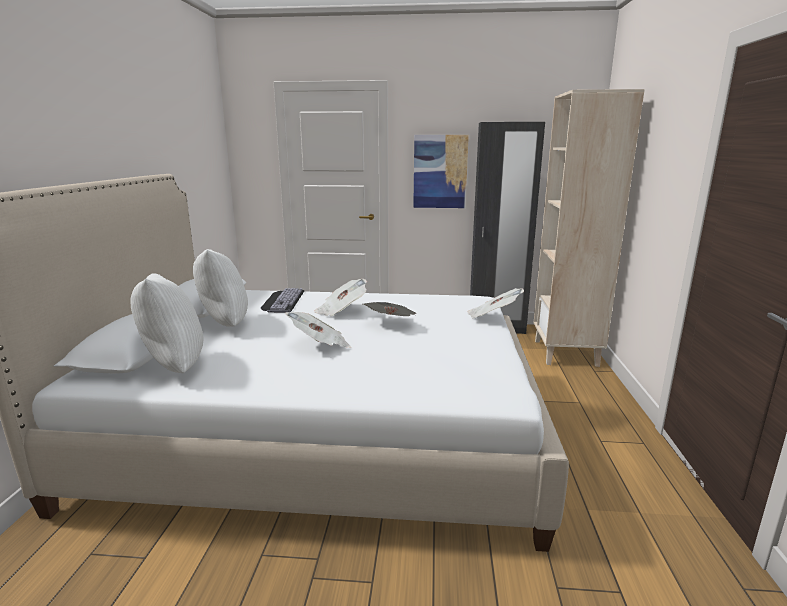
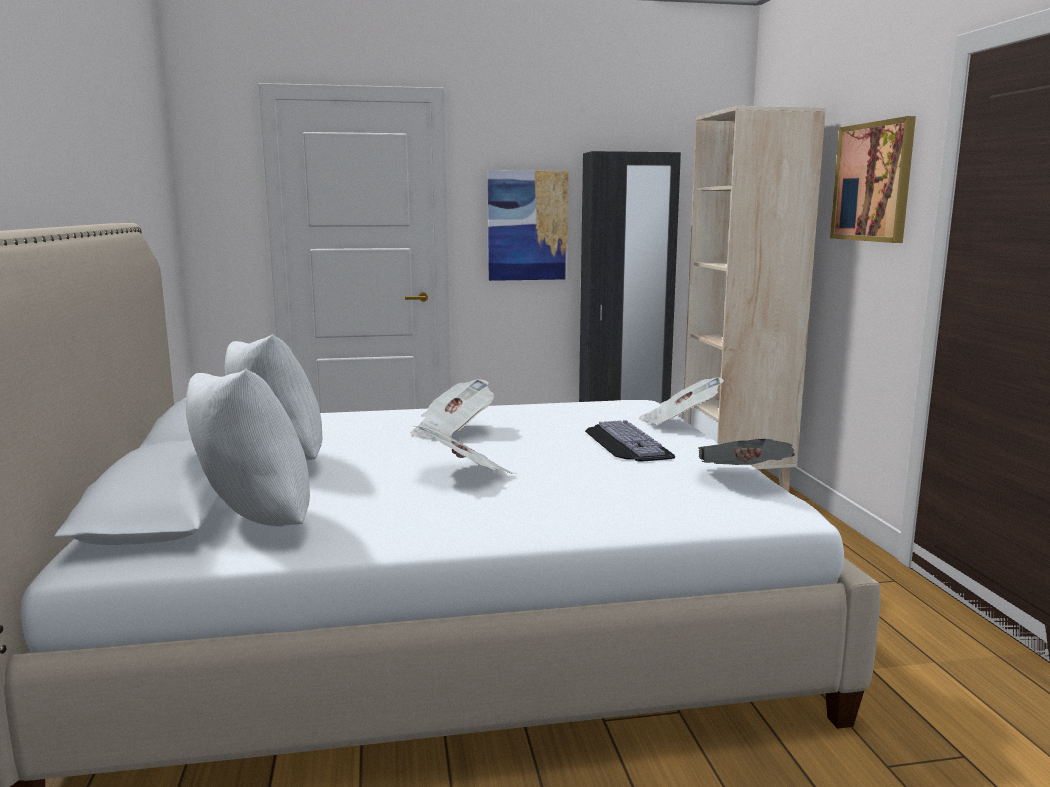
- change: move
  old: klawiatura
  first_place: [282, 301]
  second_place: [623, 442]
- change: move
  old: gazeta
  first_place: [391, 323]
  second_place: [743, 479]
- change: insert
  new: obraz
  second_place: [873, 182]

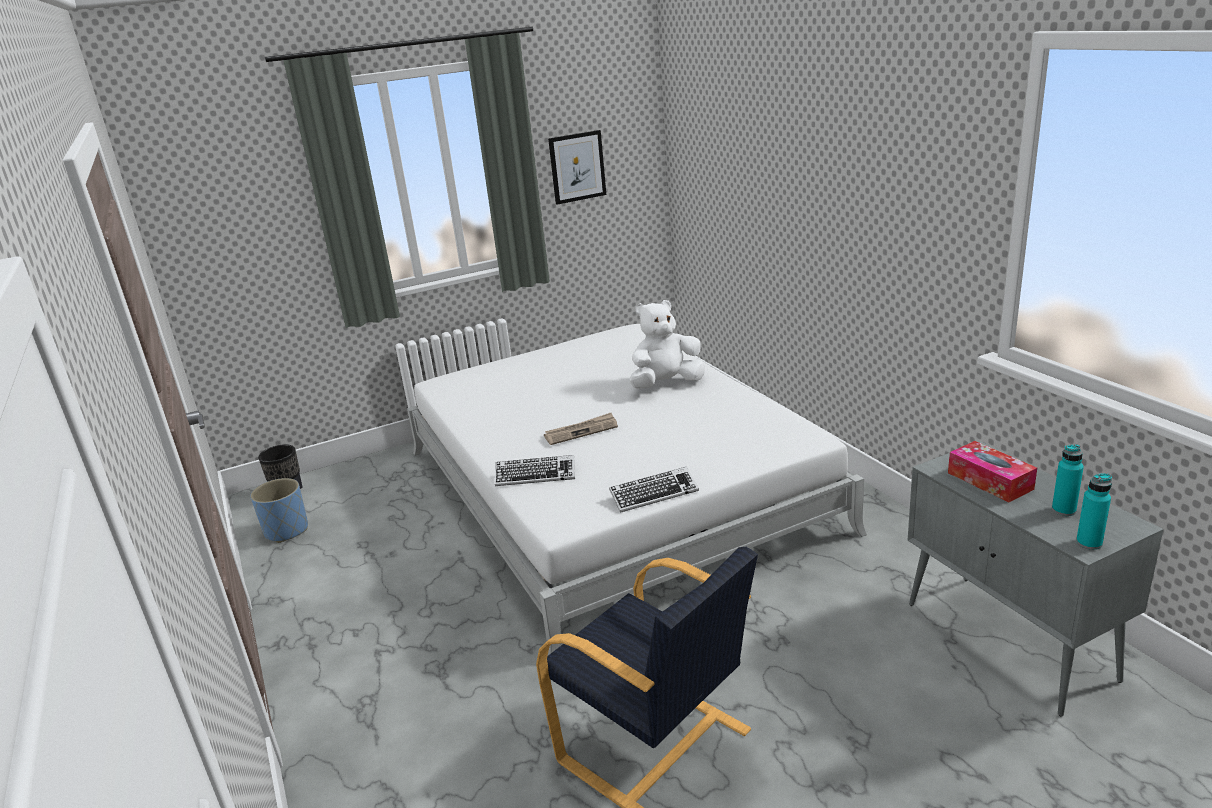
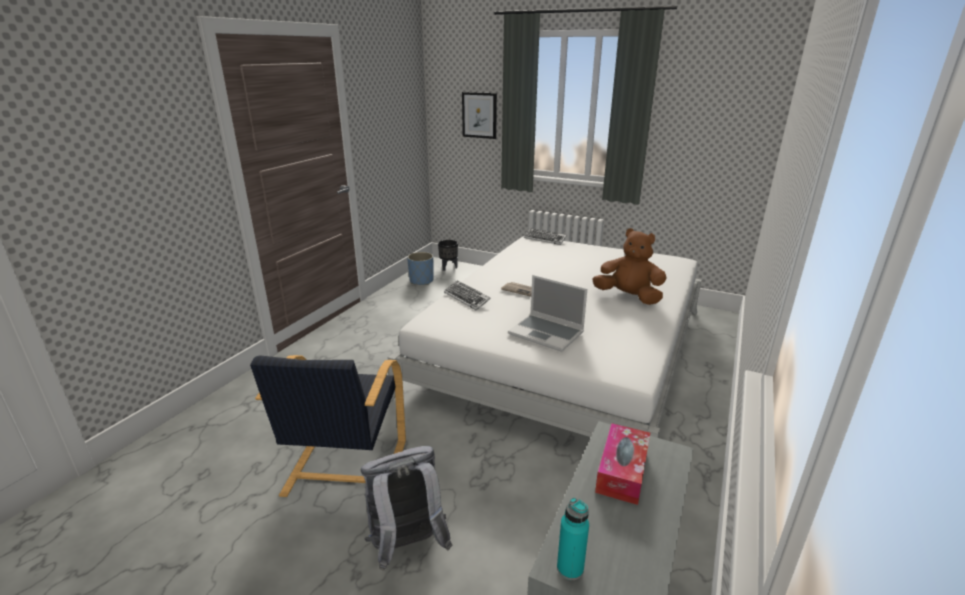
- change: move
  old: obraz
  first_place: [577, 167]
  second_place: [479, 115]
- change: move
  old: klawiatura
  first_place: [654, 494]
  second_place: [544, 239]
- change: recolor
  old: pluszak/biały
  new: pluszak/brązowy
  first_place: [666, 384]
  second_place: [628, 297]
- change: delete
  old: butelka/turkusowy
  first_place: [1063, 510]
- change: insert
  new: plecak/szary
  second_place: [407, 546]
- change: insert
  new: laptop
  second_place: [547, 333]

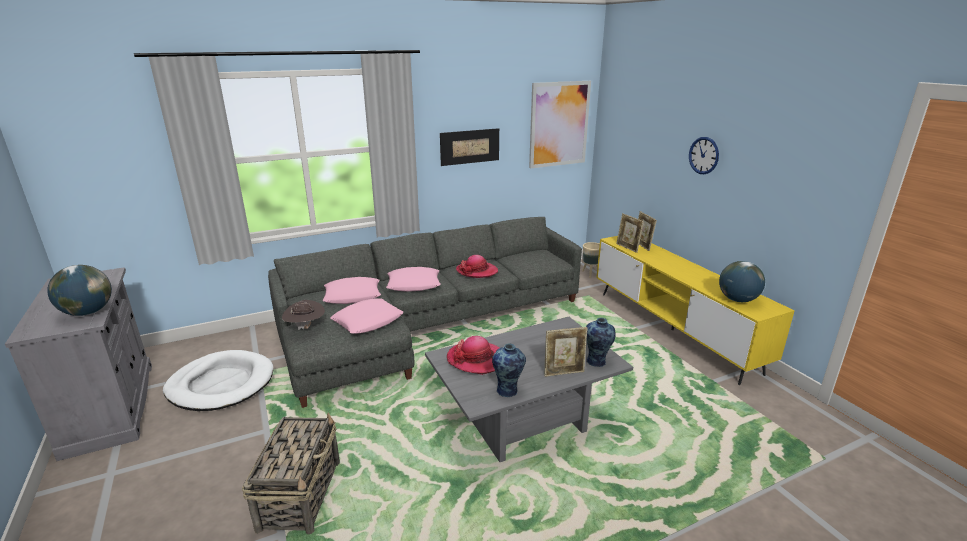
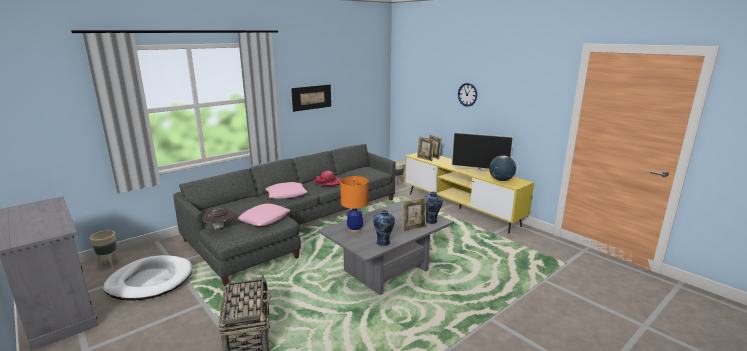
- change: delete
  old: globus
  first_place: [87, 312]
- change: delete
  old: poduszka/różowy
  first_place: [352, 295]
- change: replace
  old: kapelusz
  new: lampa stołowa/pomarańczowy
  first_place: [476, 359]
  second_place: [355, 229]
- change: delete
  old: obraz
  first_place: [559, 124]
- change: insert
  new: donica/beżowy
  second_place: [109, 264]
- change: insert
  new: telewizor
  second_place: [479, 172]

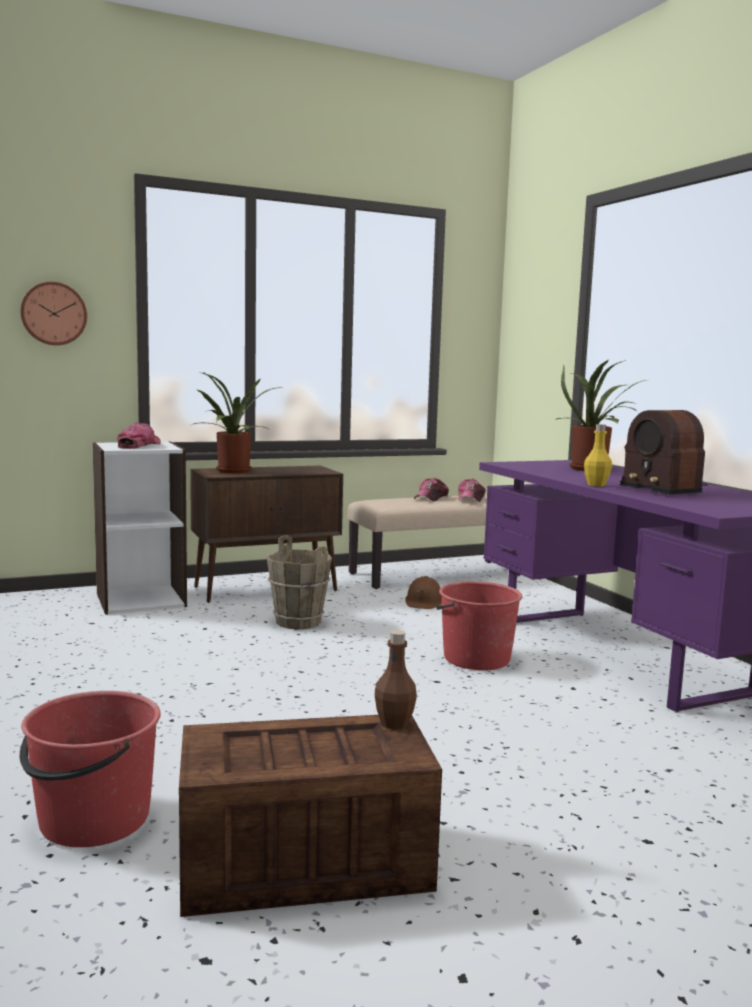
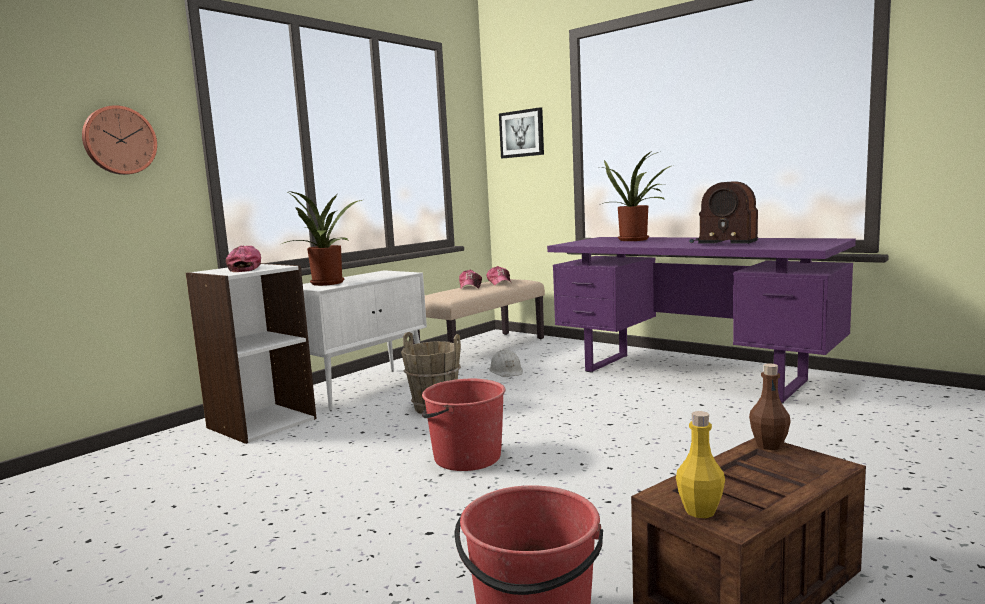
- change: recolor
  old: szafka/brązowy
  new: szafka/biały
  first_place: [267, 589]
  second_place: [365, 388]
- change: recolor
  old: kask/brązowy
  new: kask/biały
  first_place: [424, 602]
  second_place: [506, 371]
- change: move
  old: wiadro/czerwony
  first_place: [475, 658]
  second_place: [466, 457]
- change: move
  old: butelka/żółty
  first_place: [596, 485]
  second_place: [700, 511]
- change: insert
  new: obraz
  second_place: [522, 133]

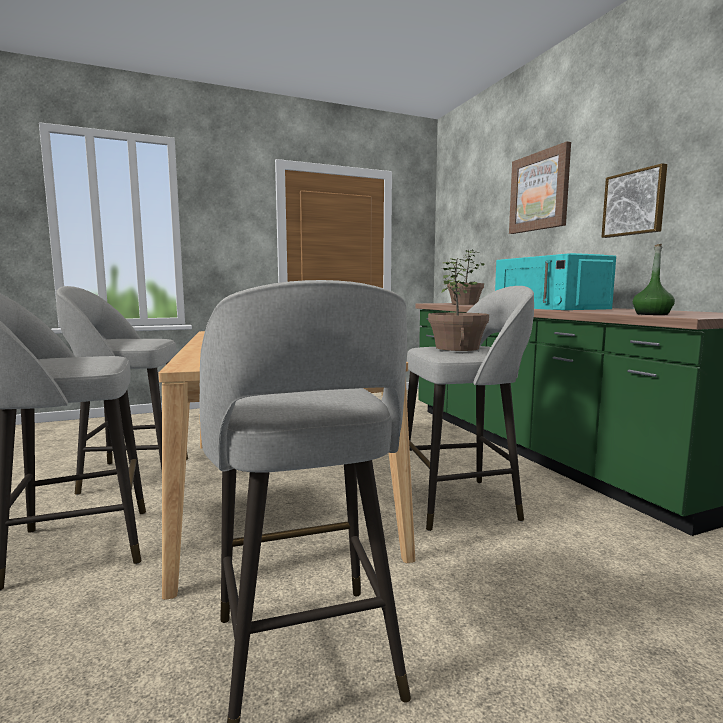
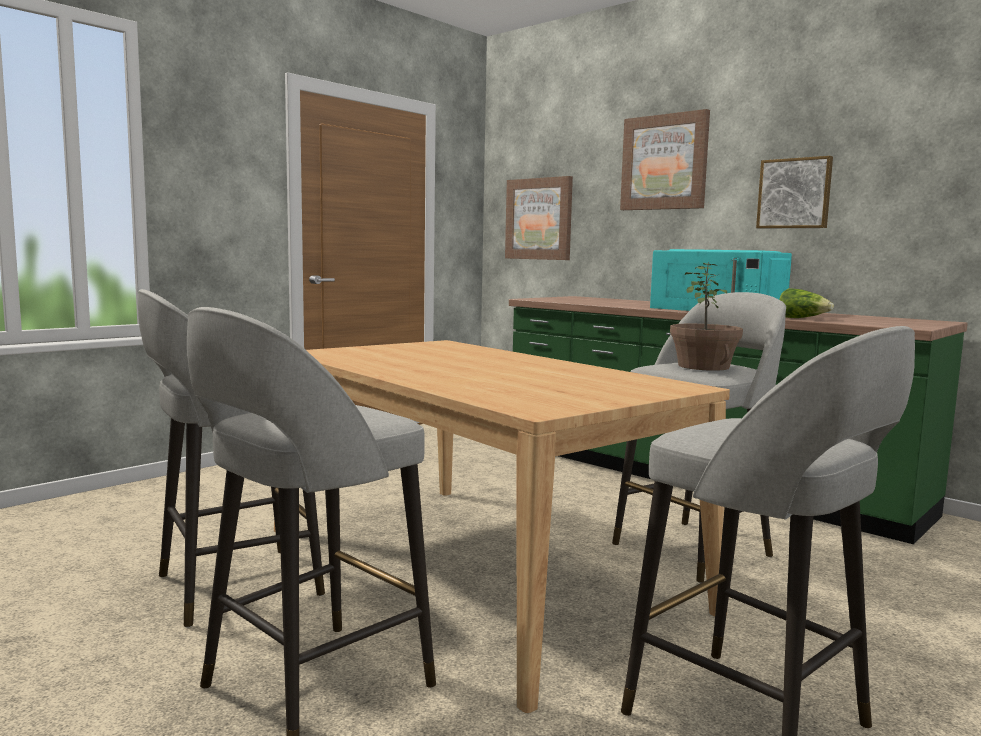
- change: delete
  old: roślina doniczkowa
  first_place: [464, 304]
- change: delete
  old: butelka/zielony
  first_place: [651, 314]
- change: insert
  new: obraz
  second_place: [539, 219]
- change: insert
  new: sałata
  second_place: [802, 318]

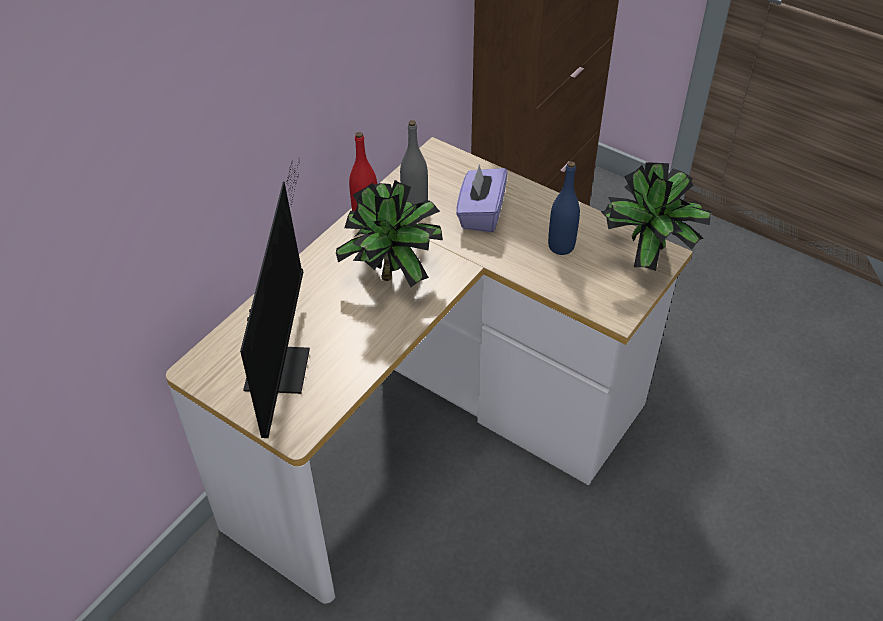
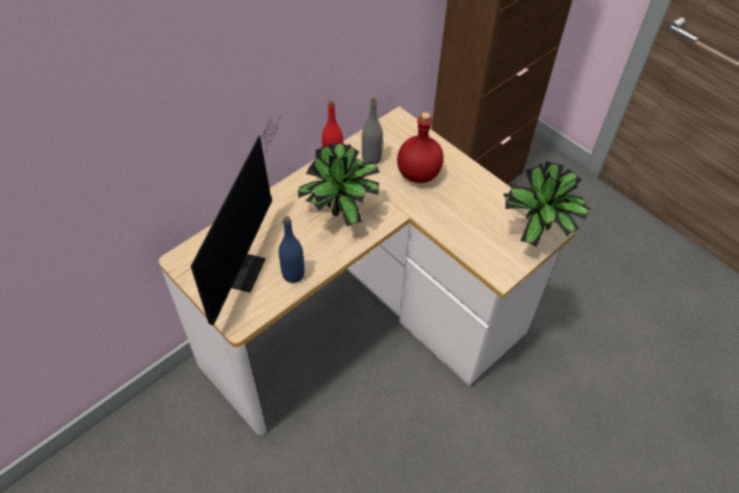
- change: replace
  old: pudełko chusteczek/fioletowy
  new: butelka/czerwony
  first_place: [481, 213]
  second_place: [419, 174]
- change: move
  old: butelka/niebieski
  first_place: [561, 246]
  second_place: [293, 274]

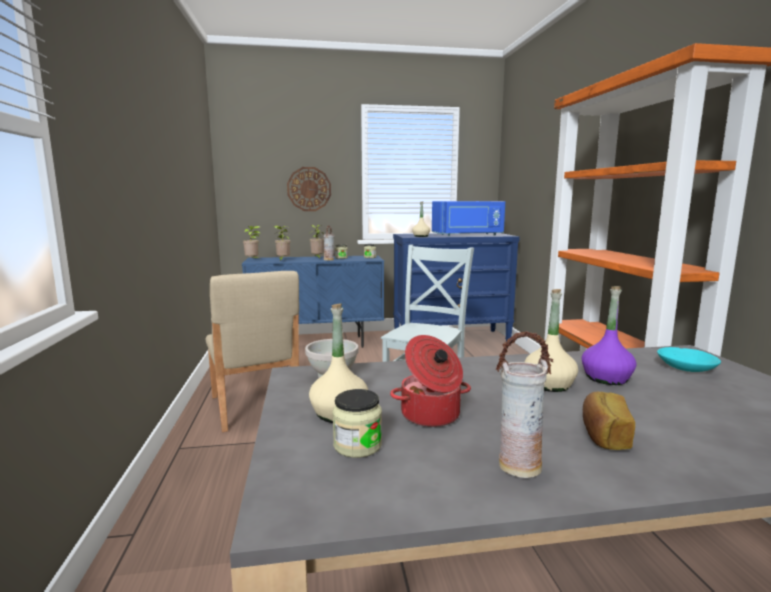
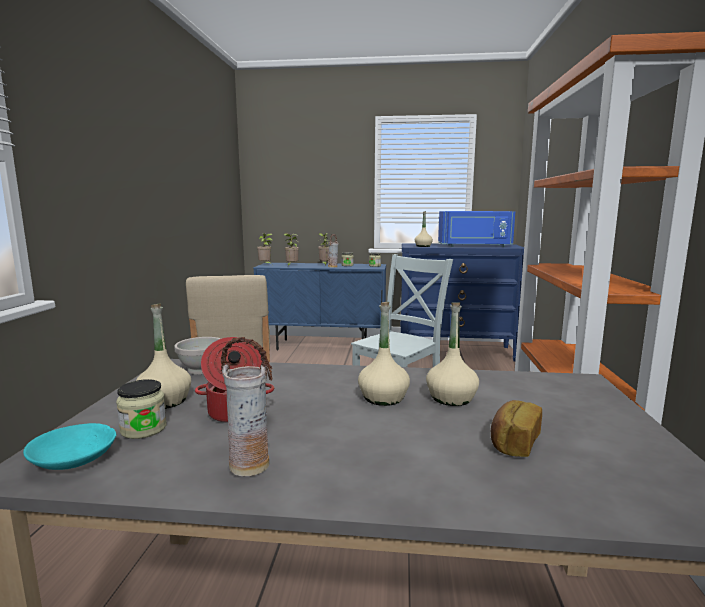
- change: delete
  old: zegar ścienny
  first_place: [309, 189]
- change: recolor
  old: butelka/fioletowy
  new: butelka/beżowy
  first_place: [606, 378]
  second_place: [451, 398]
- change: move
  old: chleb
  first_place: [603, 435]
  second_place: [513, 442]
- change: move
  old: miska/turkusowy
  first_place: [686, 368]
  second_place: [75, 459]

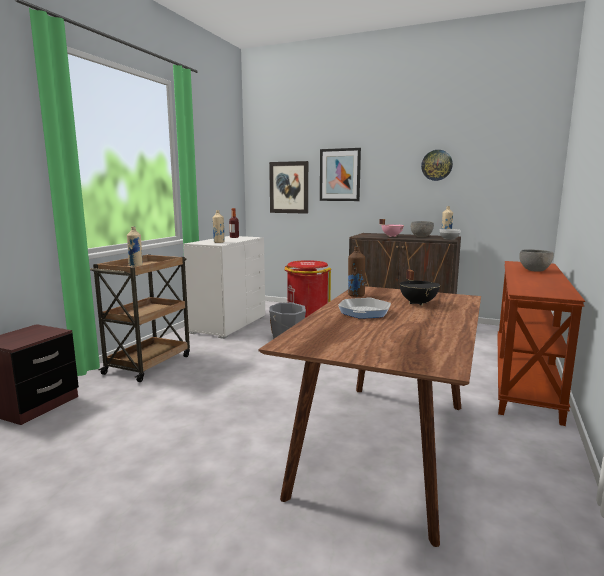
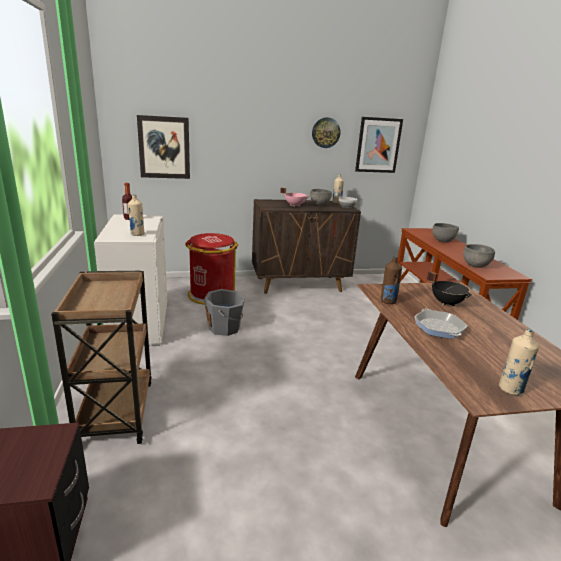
- change: move
  old: butelka/beżowy
  first_place: [136, 266]
  second_place: [510, 389]
- change: move
  old: obraz
  first_place: [340, 175]
  second_place: [378, 145]
- change: insert
  new: miska/szary
  second_place: [475, 265]

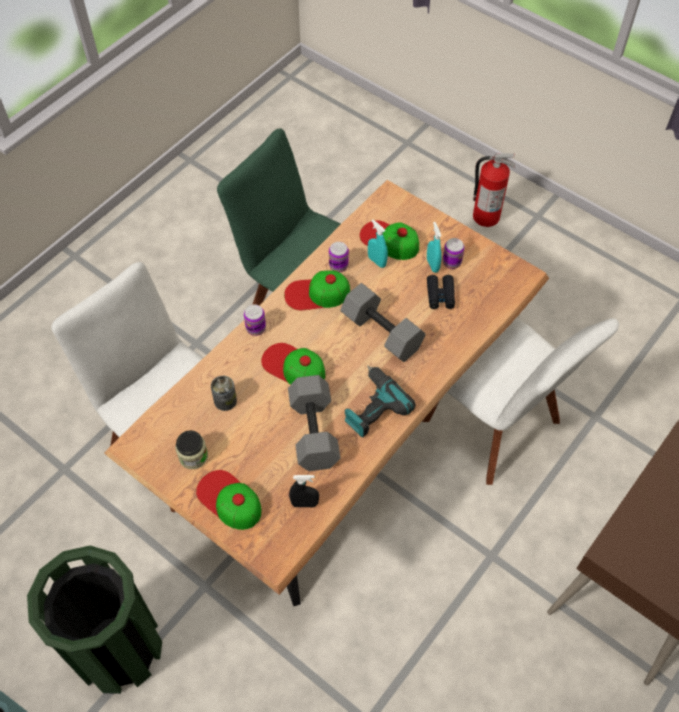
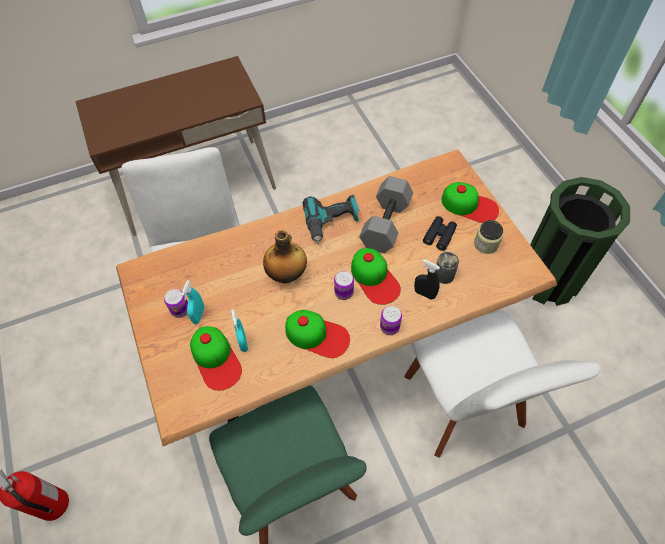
- change: rotate
  old: czapka z daszkiem
  first_place: [229, 500]
  second_place: [469, 205]
  degrees: -45
- change: move
  old: spryskiwacz/czarny
  first_place: [304, 504]
  second_place: [424, 294]
- change: move
  old: puszka
  first_place: [338, 265]
  second_place: [344, 292]
- change: replace
  old: hantel/szary
  new: butelka
  first_place: [380, 332]
  second_place: [287, 275]
- change: move
  old: lornetka/czarny
  first_place: [440, 295]
  second_place: [439, 235]

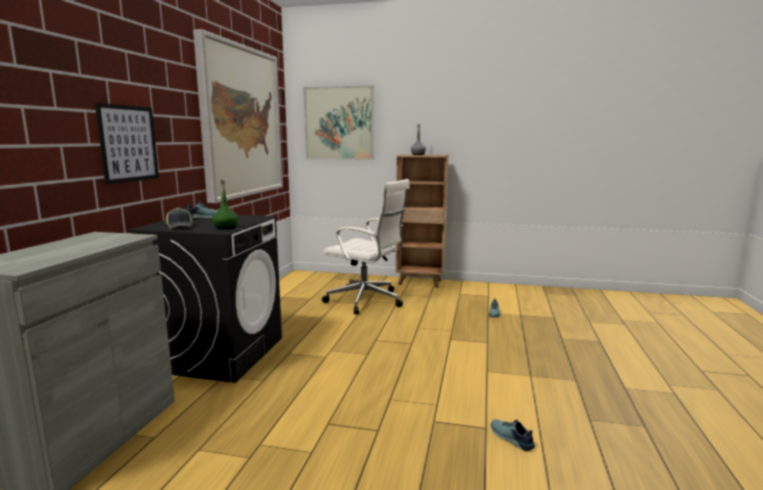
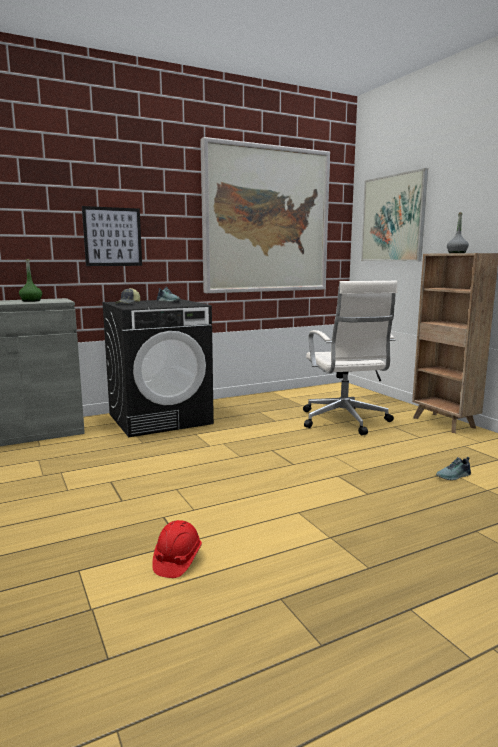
- change: move
  old: butelka/zielony
  first_place: [226, 227]
  second_place: [31, 301]
- change: replace
  old: but
  new: kask/czerwony
  first_place: [510, 439]
  second_place: [177, 560]

